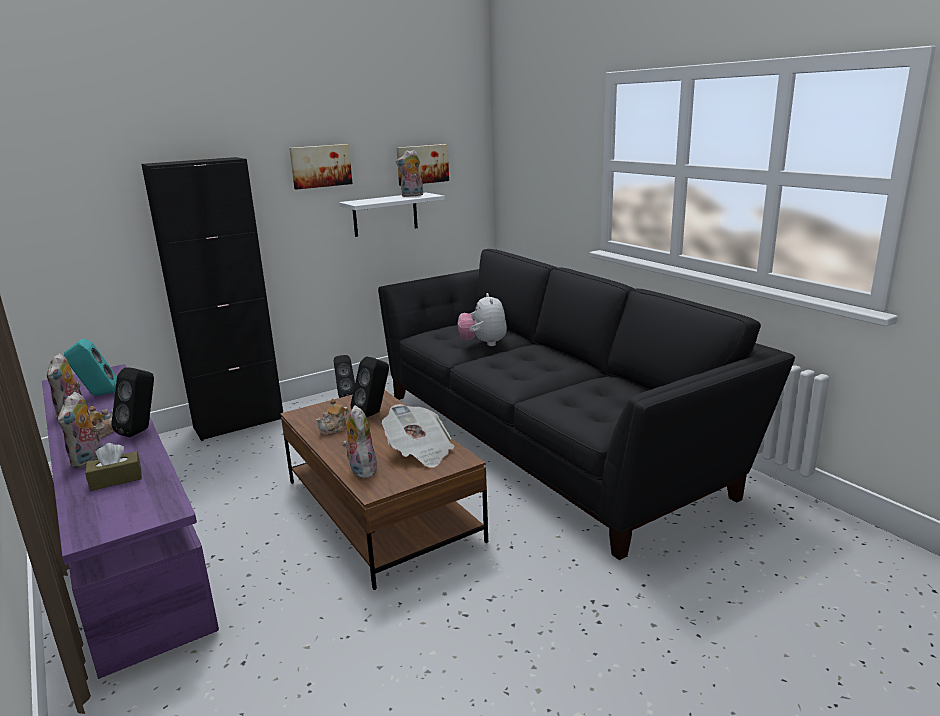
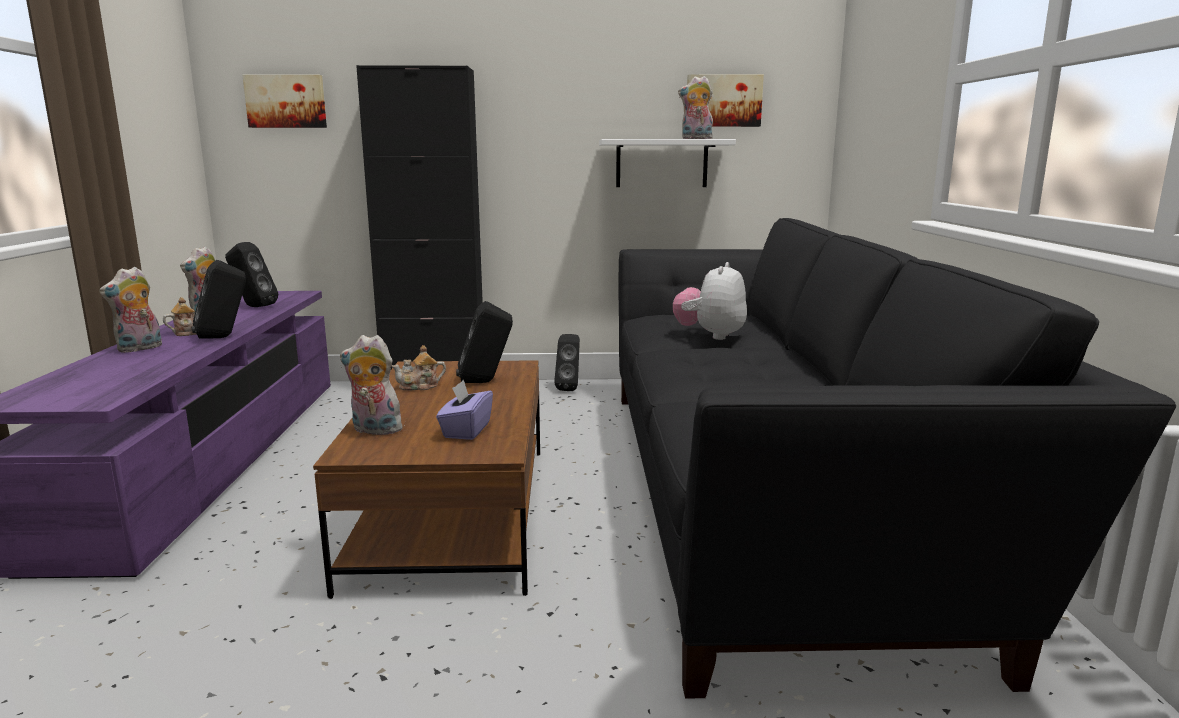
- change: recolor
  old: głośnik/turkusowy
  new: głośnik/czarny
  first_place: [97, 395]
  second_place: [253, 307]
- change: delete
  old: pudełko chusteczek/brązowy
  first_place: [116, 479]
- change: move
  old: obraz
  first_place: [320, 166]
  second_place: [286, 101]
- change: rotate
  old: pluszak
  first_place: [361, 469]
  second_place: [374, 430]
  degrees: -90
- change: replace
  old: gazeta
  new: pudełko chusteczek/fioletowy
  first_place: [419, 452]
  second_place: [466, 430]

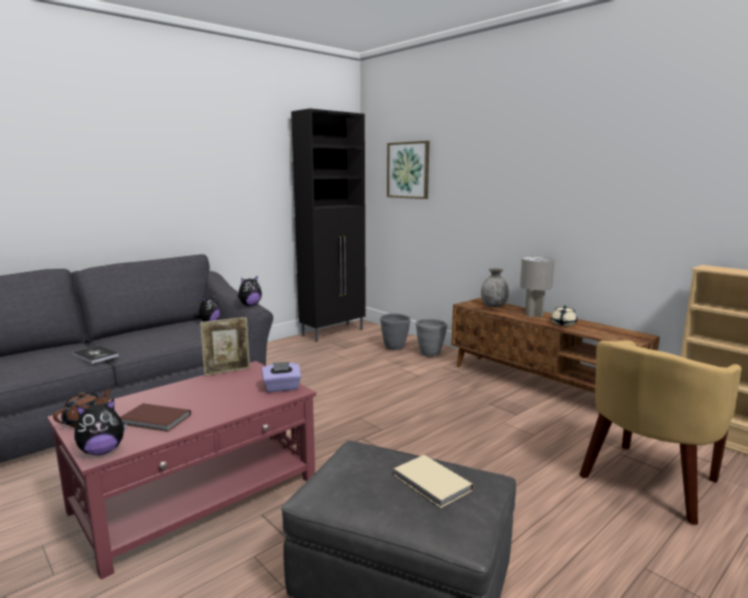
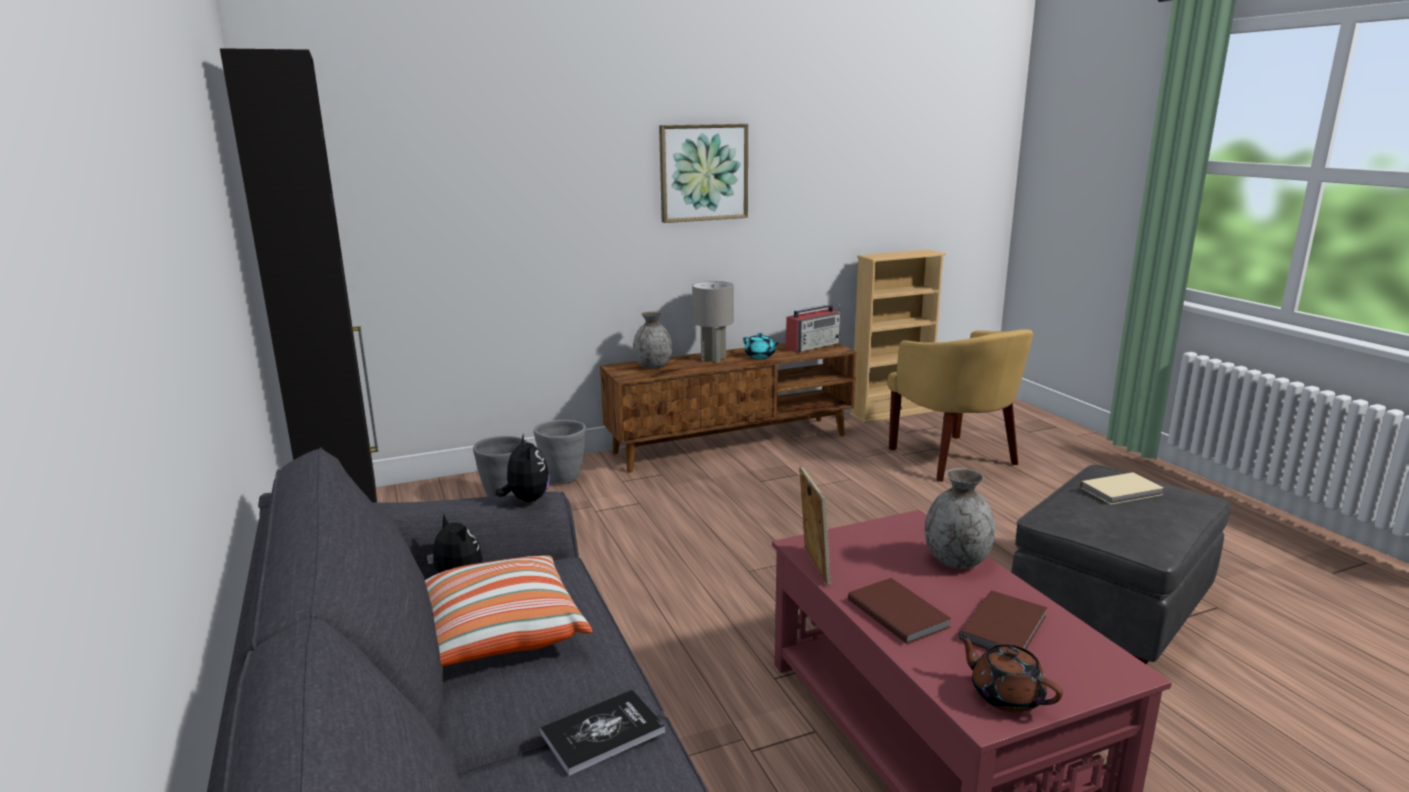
- change: delete
  old: pluszak
  first_place: [102, 451]
- change: delete
  old: pudełko chusteczek/fioletowy
  first_place: [282, 388]
- change: move
  old: obraz
  first_place: [408, 170]
  second_place: [703, 172]
- change: recolor
  old: imbryk/beżowy
  new: imbryk/turkusowy
  first_place: [563, 324]
  second_place: [760, 356]
- change: insert
  new: poduszka
  second_place: [497, 633]
- change: insert
  new: radio
  second_place: [813, 346]
- change: insert
  new: książka/brązowy
  second_place: [898, 612]
- change: insert
  new: wazon/szary
  second_place: [955, 560]

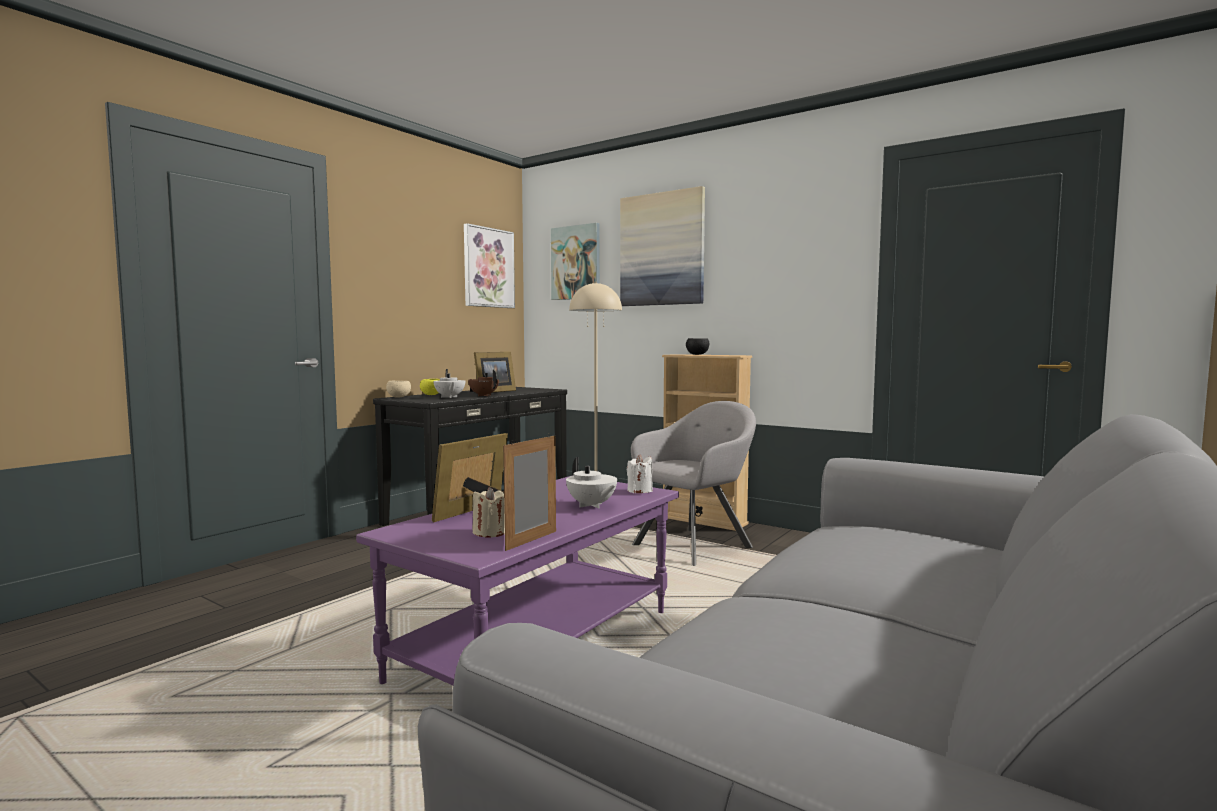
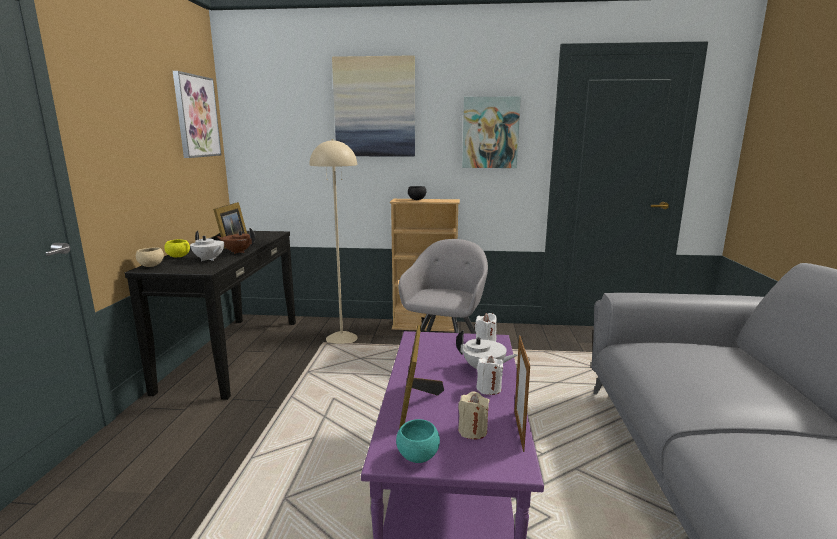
- change: move
  old: obraz
  first_place: [576, 262]
  second_place: [490, 133]
- change: insert
  new: miska/turkusowy
  second_place: [418, 456]
- change: insert
  new: świeca/biały
  second_place: [489, 389]

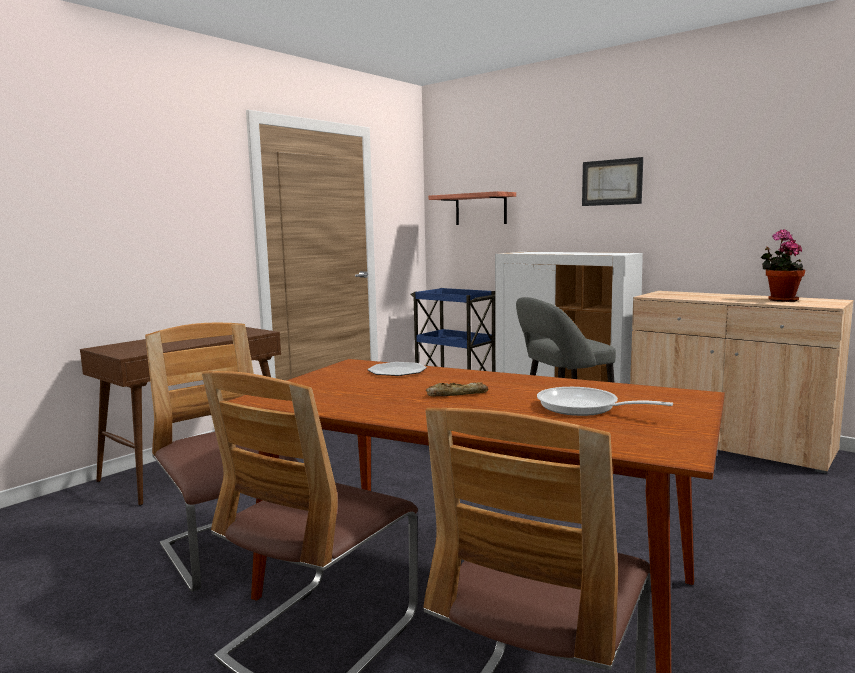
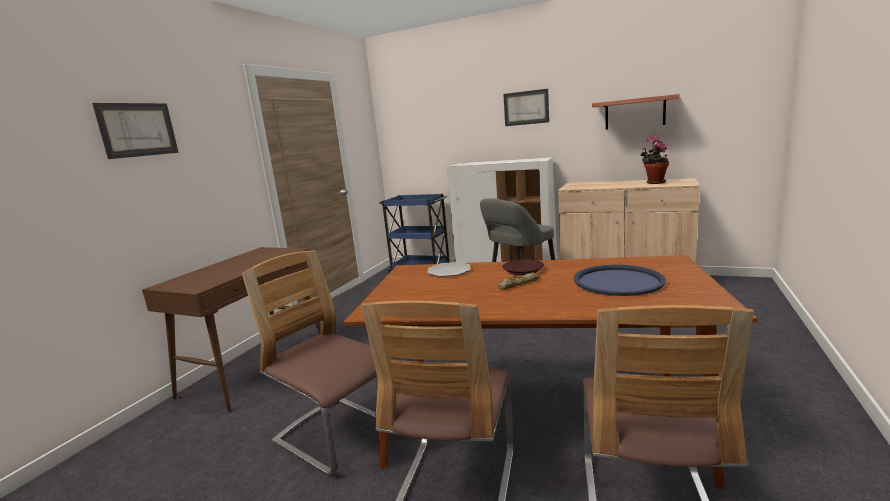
- change: move
  old: półka
  first_place: [480, 209]
  second_place: [634, 113]
- change: replace
  old: patelnia
  new: taca/niebieski
  first_place: [584, 408]
  second_place: [618, 281]
- change: insert
  new: obraz
  second_place: [138, 130]
- change: insert
  new: talerz/brązowy
  second_place: [522, 270]

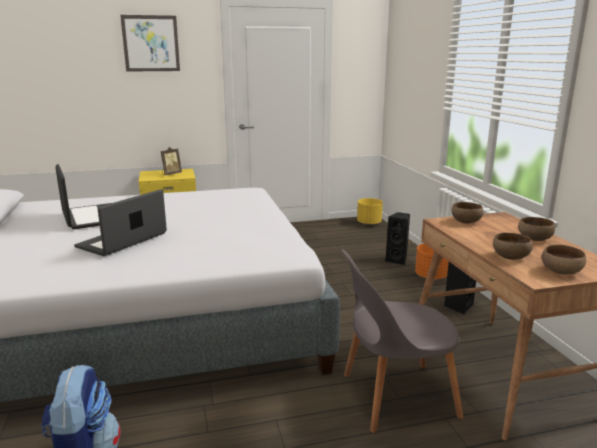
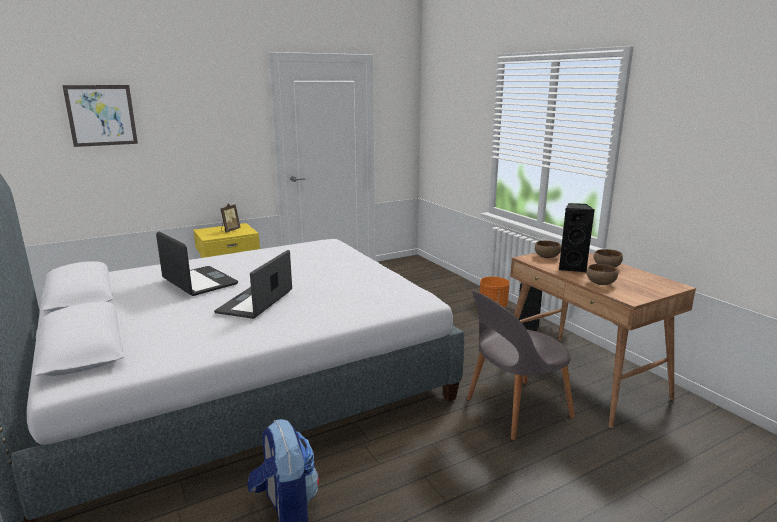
- change: move
  old: obraz
  first_place: [151, 43]
  second_place: [101, 115]
- change: delete
  old: donica/żółty
  first_place: [369, 223]
- change: move
  old: głośnik/czarny
  first_place: [397, 260]
  second_place: [572, 267]
- change: delete
  old: miska/brązowy
  first_place: [561, 272]

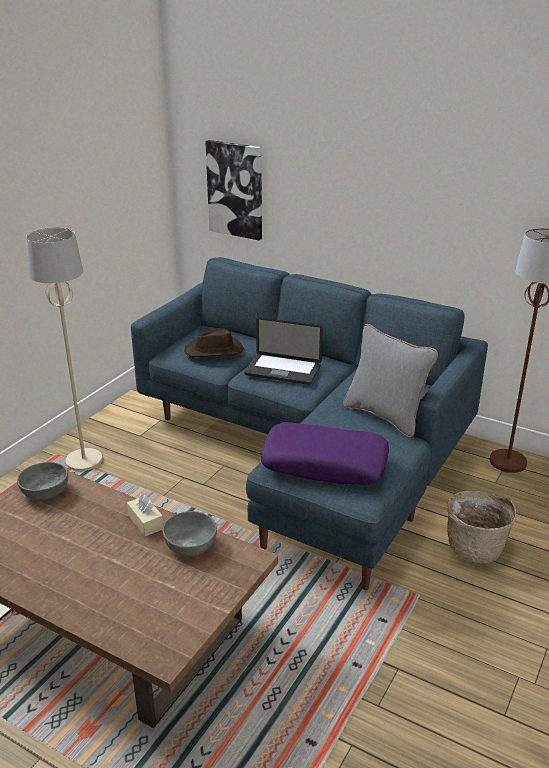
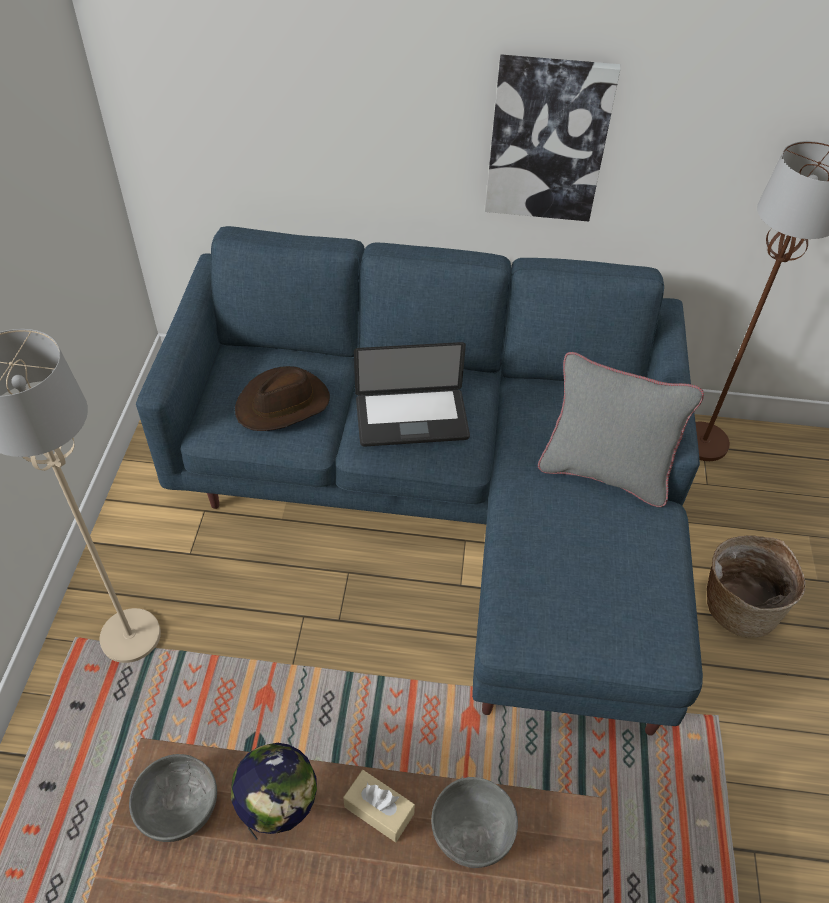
- change: move
  old: obraz
  first_place: [235, 189]
  second_place: [547, 140]
- change: delete
  old: poduszka/fioletowy
  first_place: [325, 464]
- change: insert
  new: globus
  second_place: [280, 810]

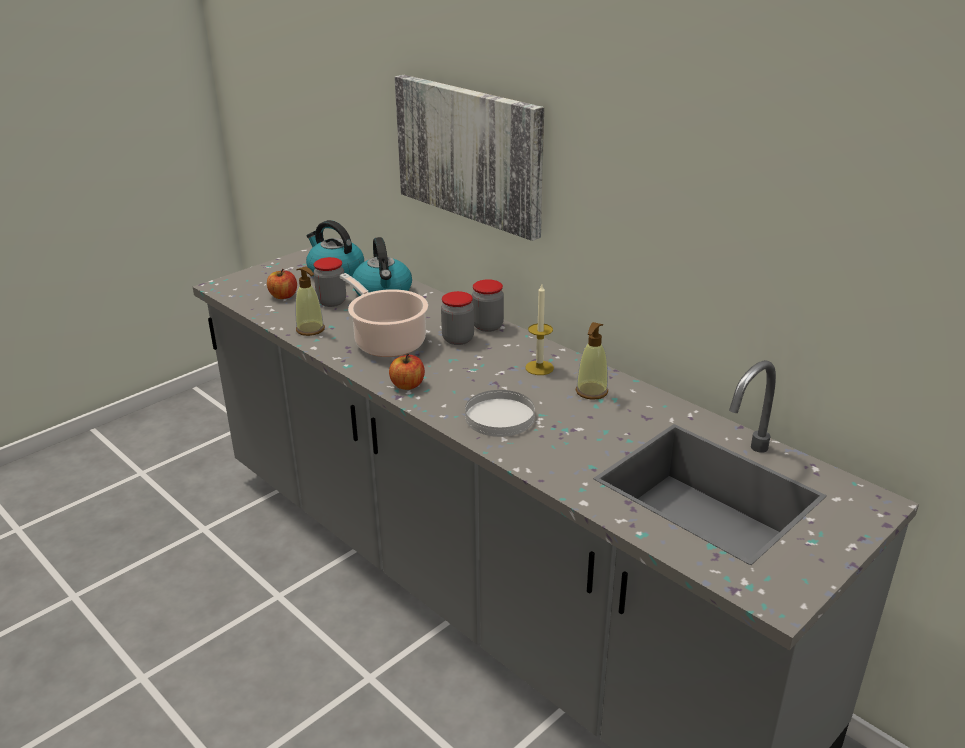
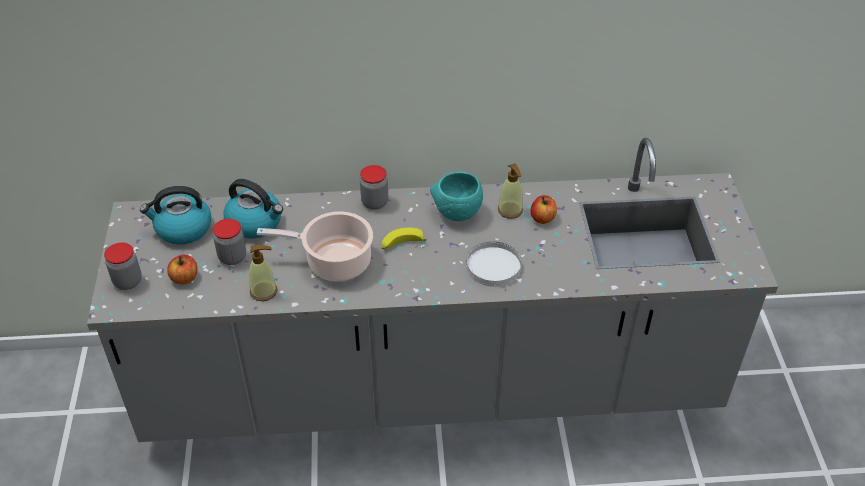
- change: move
  old: jabłko
  first_place: [407, 385]
  second_place: [542, 218]
- change: delete
  old: obraz
  first_place: [470, 153]
- change: move
  old: słoik
  first_place: [458, 339]
  second_place: [128, 281]
- change: replace
  old: świeca
  new: miska/turkusowy
  first_place: [539, 368]
  second_place: [457, 214]
- change: insert
  new: banan
  second_place: [401, 244]

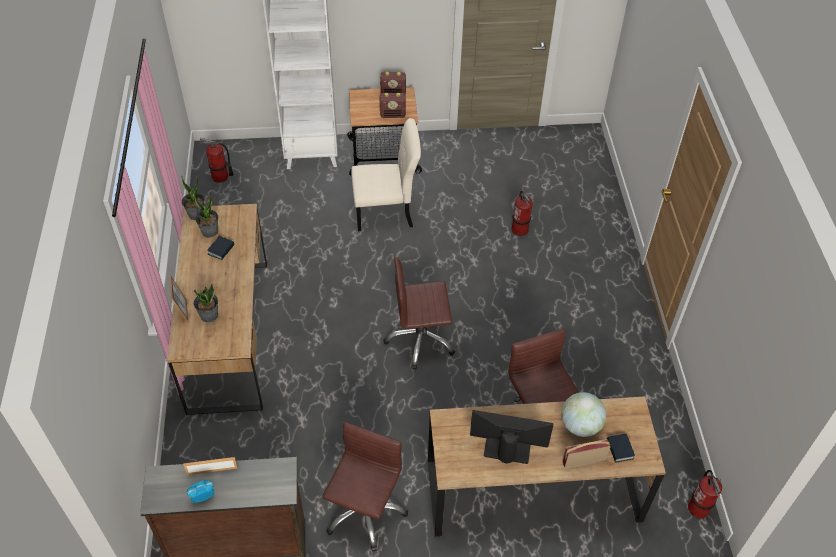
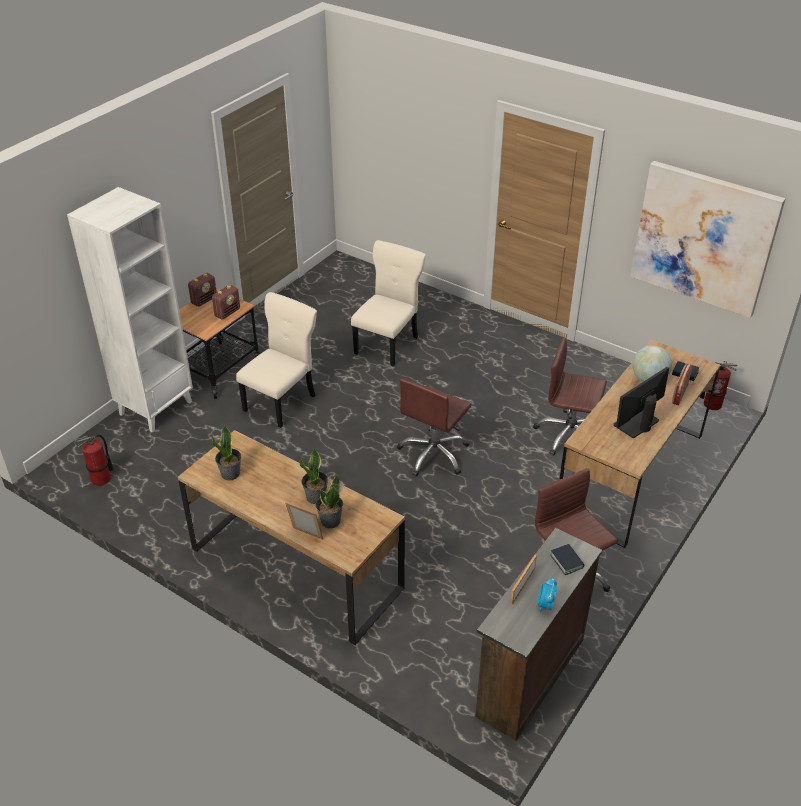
- change: move
  old: roślina doniczkowa
  first_place: [196, 214]
  second_place: [316, 497]
- change: move
  old: książka
  first_place: [221, 250]
  second_place: [566, 561]
- change: replace
  old: gaśnica
  new: krzesło/beżowy
  first_place: [520, 229]
  second_place: [388, 344]
- change: insert
  new: obraz
  second_place: [704, 238]

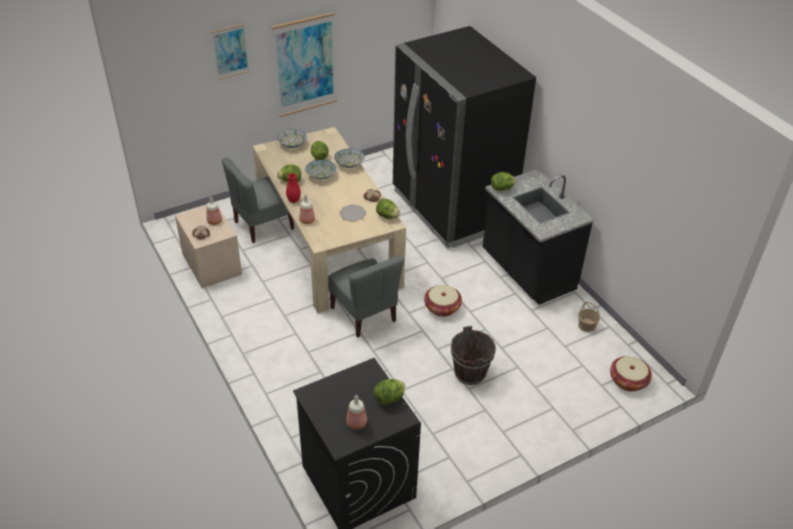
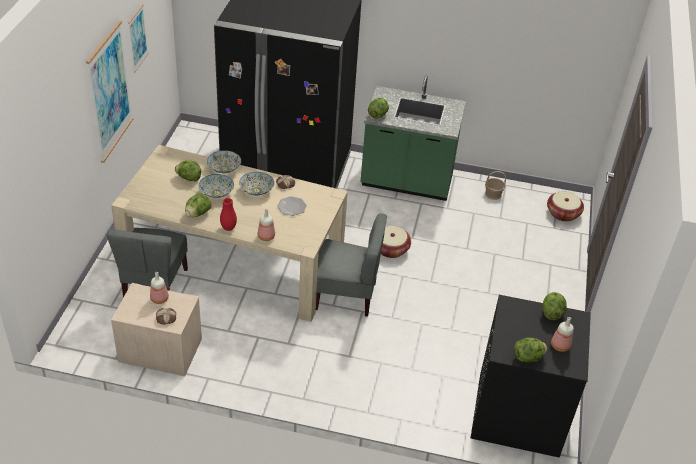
- change: move
  old: obraz
  first_place: [230, 51]
  second_place: [137, 38]
- change: move
  old: miska
  first_place: [292, 145]
  second_place: [256, 190]
- change: move
  old: sałata
  first_place: [387, 216]
  second_place: [528, 357]
- change: delete
  old: wiadro/brązowy
  first_place: [470, 373]
- change: recolor
  old: zabudowa kuchenna/czarny
  new: zabudowa kuchenna/zielony
  first_place: [527, 272]
  second_place: [406, 182]

